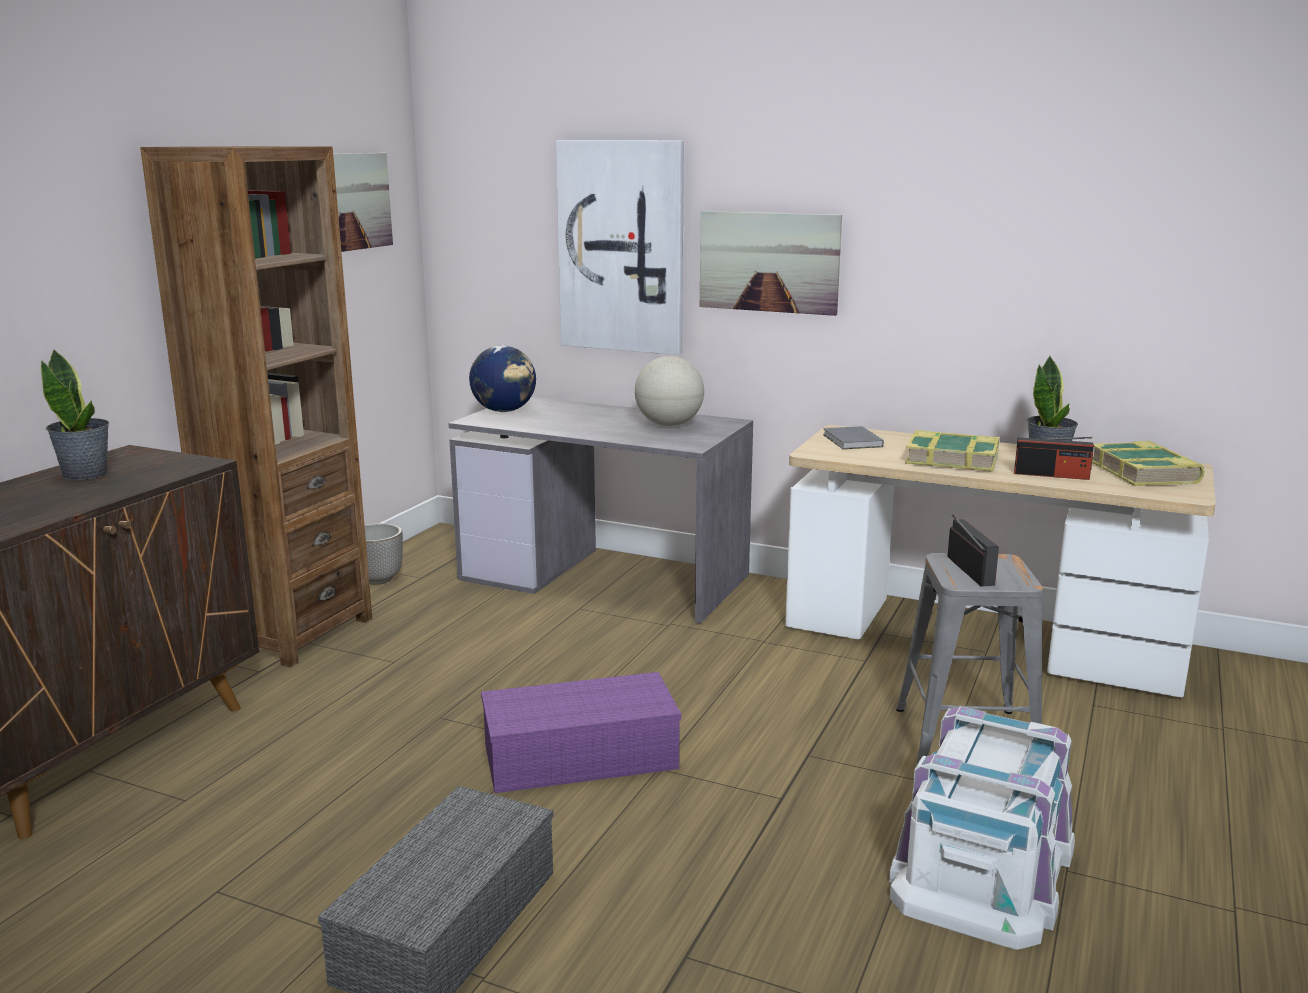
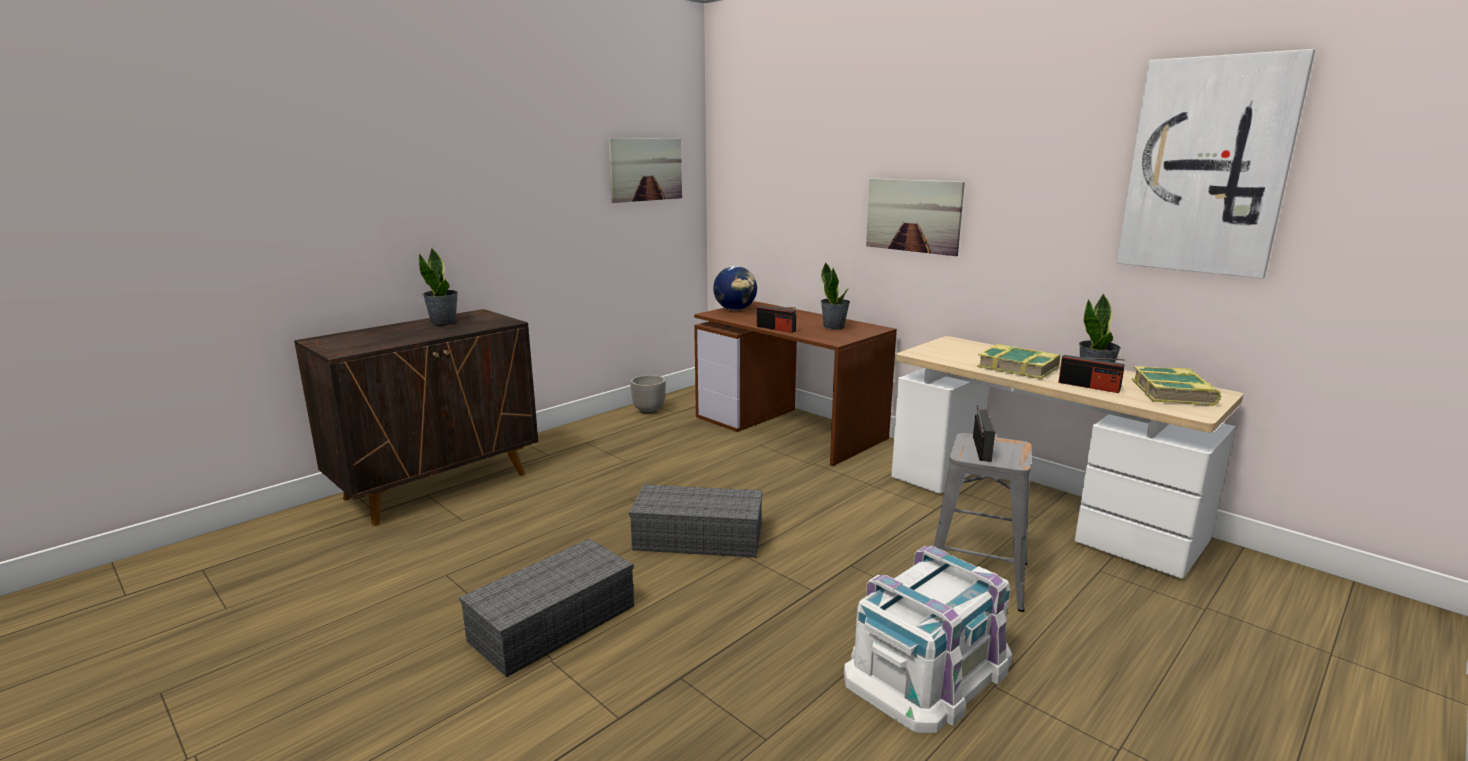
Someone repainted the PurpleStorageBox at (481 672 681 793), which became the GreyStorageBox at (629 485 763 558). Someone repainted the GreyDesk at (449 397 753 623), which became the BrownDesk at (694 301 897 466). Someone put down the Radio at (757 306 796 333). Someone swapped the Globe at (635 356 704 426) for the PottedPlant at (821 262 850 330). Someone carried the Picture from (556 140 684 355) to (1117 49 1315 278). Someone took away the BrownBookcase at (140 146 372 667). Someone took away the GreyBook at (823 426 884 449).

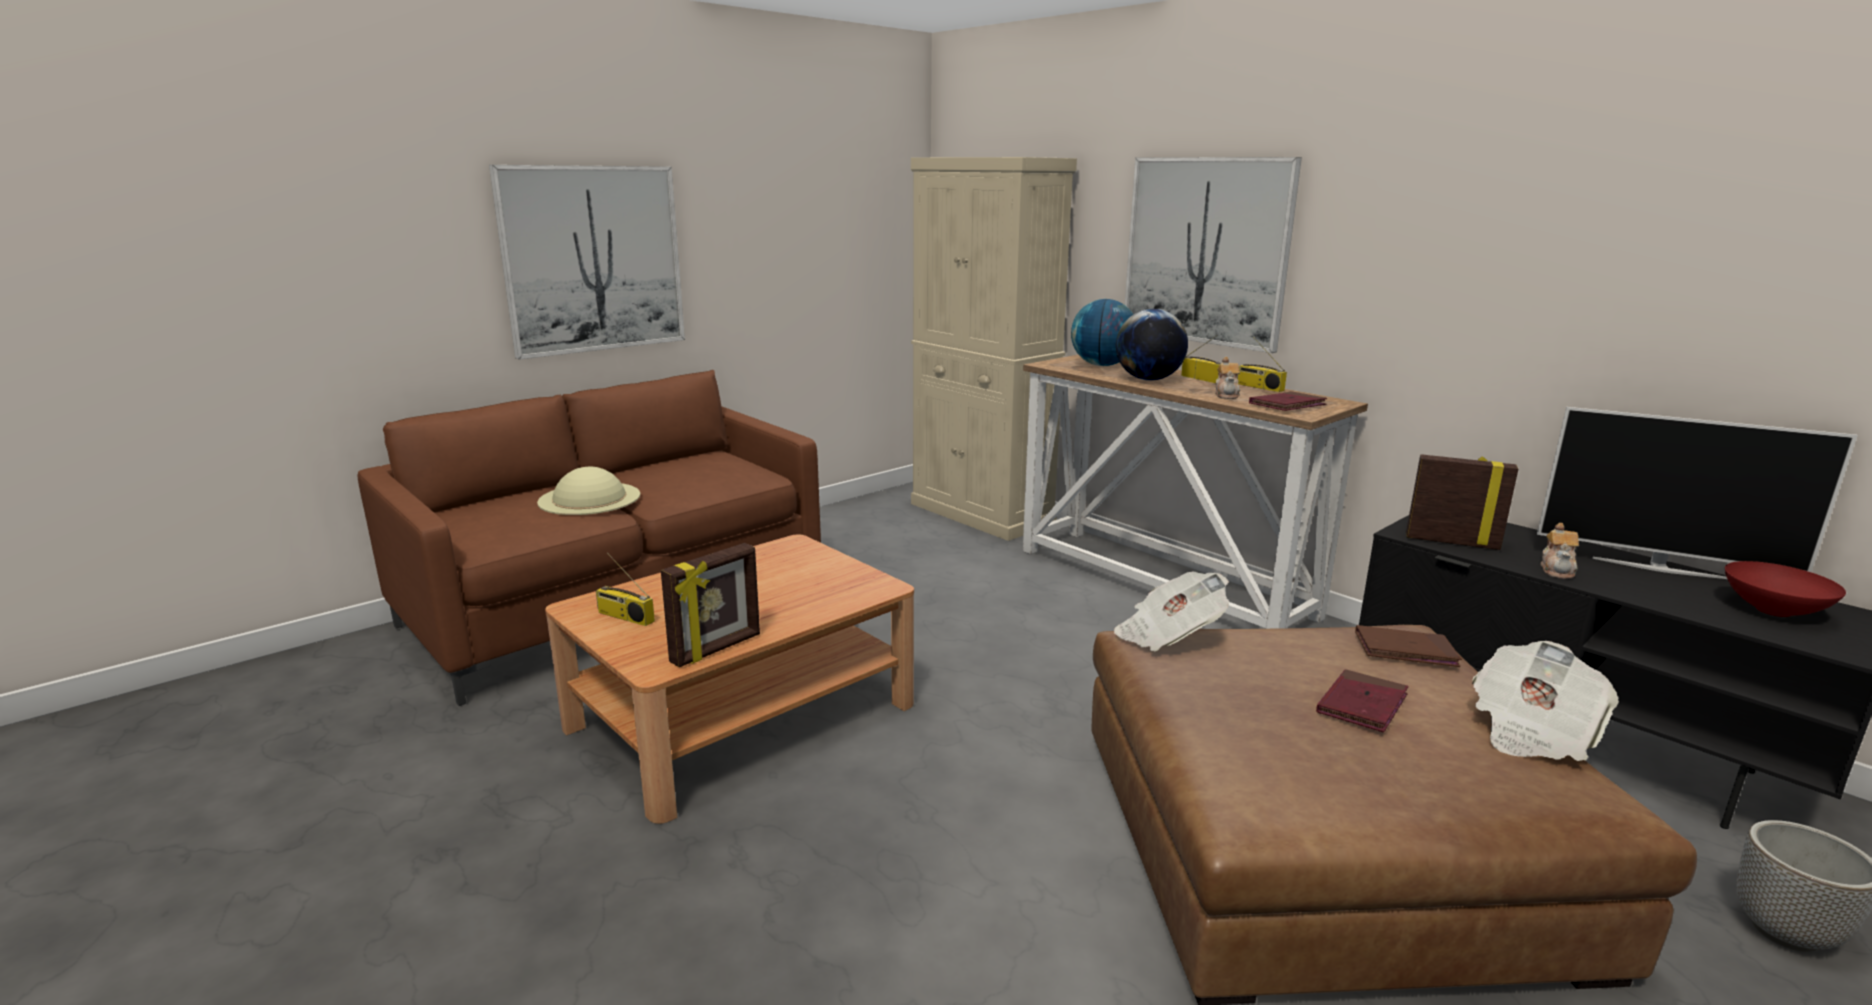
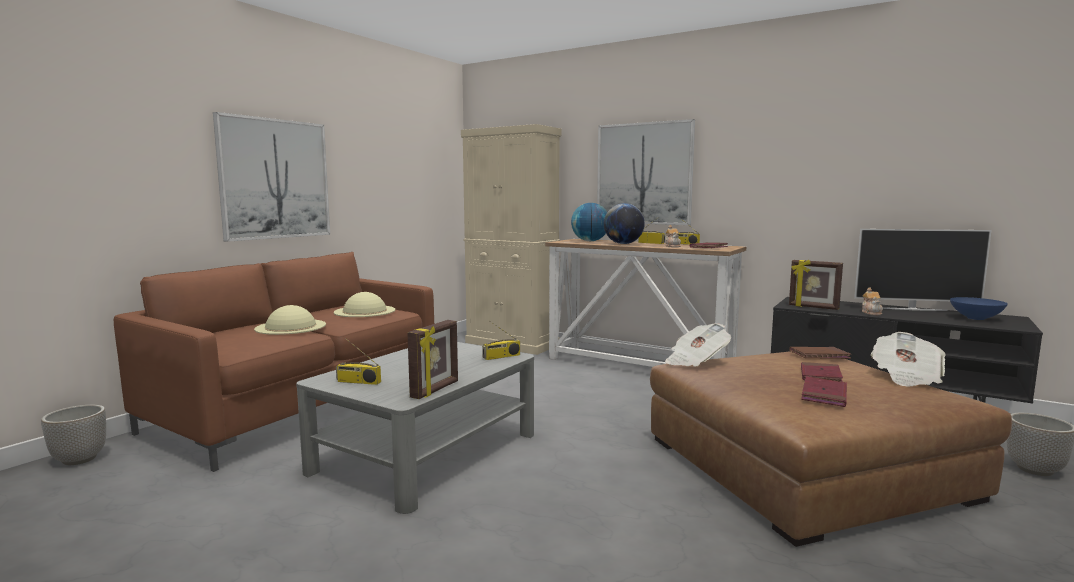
Someone put down the Planter at (41 405 106 465). Someone repainted the BrownCoffeeTable at (545 535 914 824), which became the GreyCoffeeTable at (296 342 534 514). Someone put down the BeigeHat at (334 292 395 317). Someone put down the Radio at (482 322 520 360). Someone rotated the PictureFrame at (1406 454 1518 550) by 150 degrees counterclockwise. Someone put down the RedBook at (801 376 847 407). Someone repainted the RedBowl at (1725 561 1846 617), which became the BlueBowl at (950 297 1008 320).

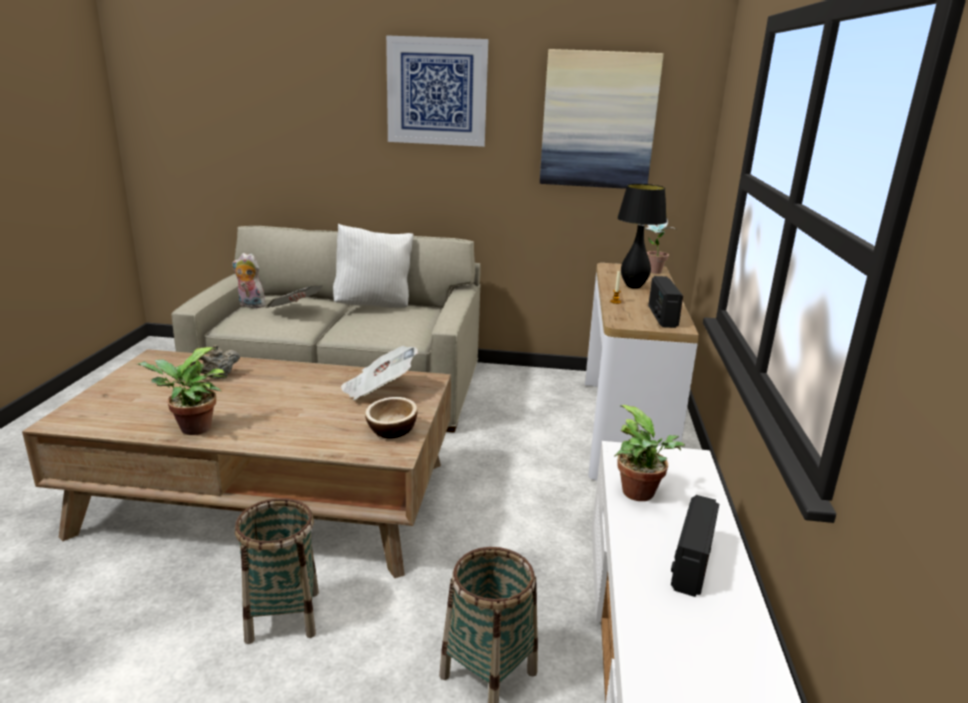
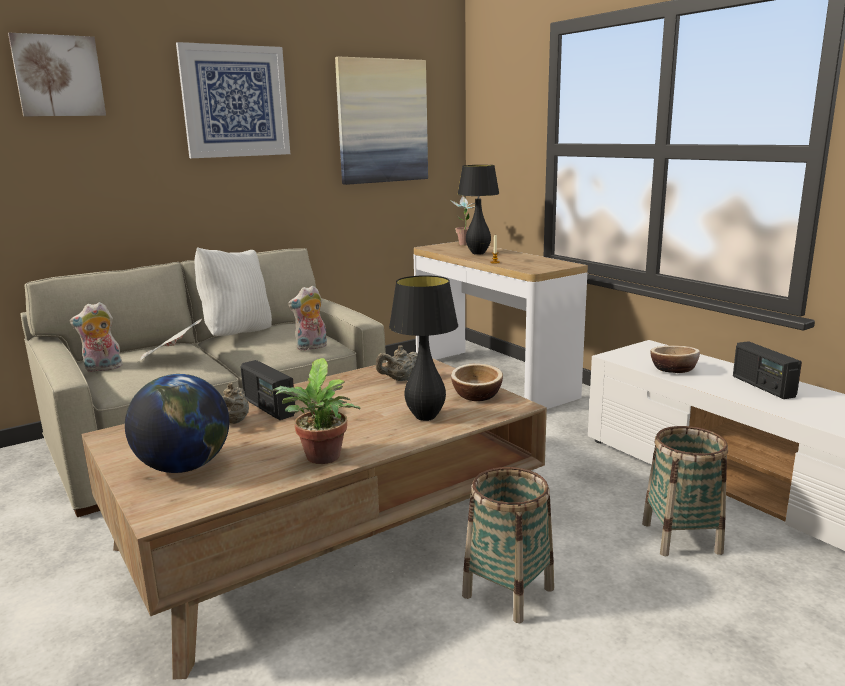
Someone put up the Picture at (8 33 106 116). Someone put down the Globe at (125 374 229 473). Someone carried the Radio from (648 276 683 328) to (240 360 295 420). Someone put down the PlushToy at (288 285 327 350). Someone swapped the Newspaper at (340 346 418 400) for the BeigeTeapot at (376 345 418 381). Someone put down the BlackTableLamp at (389 275 458 421). Someone swapped the PottedPlant at (614 405 685 501) for the Bowl at (650 345 700 373).

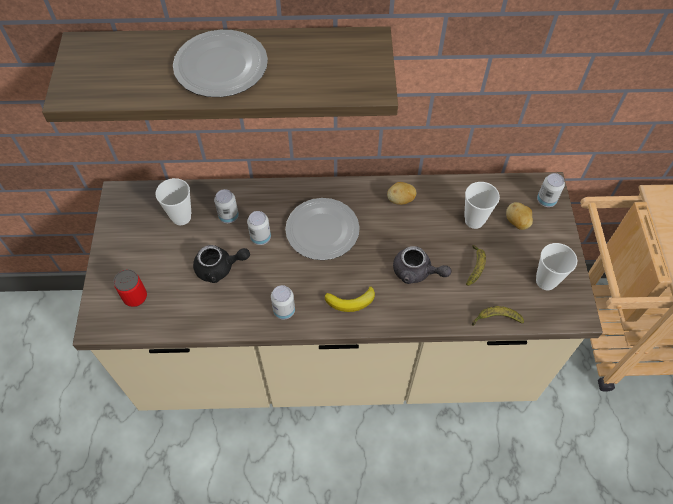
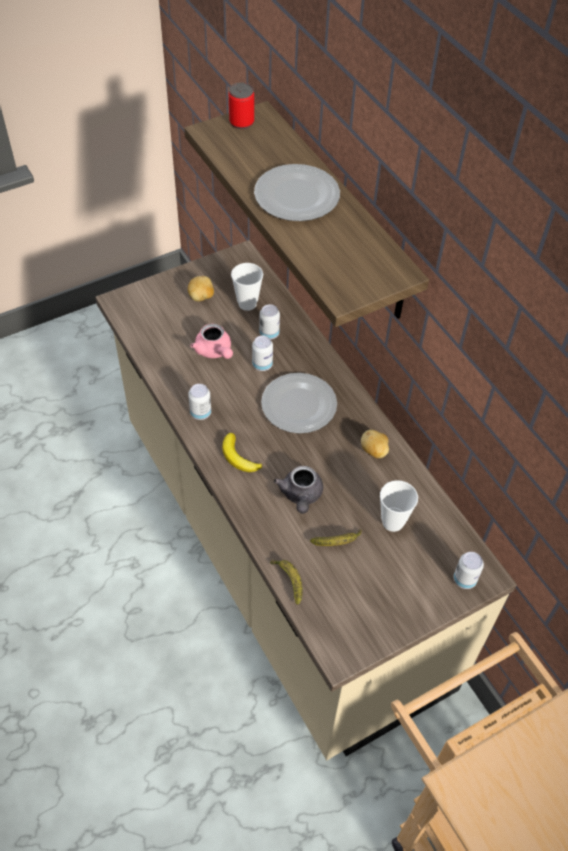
Someone carried the Potato from (506 202 533 230) to (188 276 214 301). Someone repainted the BlackTeapot at (193 245 250 283), which became the PinkTeapot at (190 323 233 359). Someone carried the Can from (114 269 147 307) to (229 83 254 129). Someone took away the Cup at (536 243 577 290).

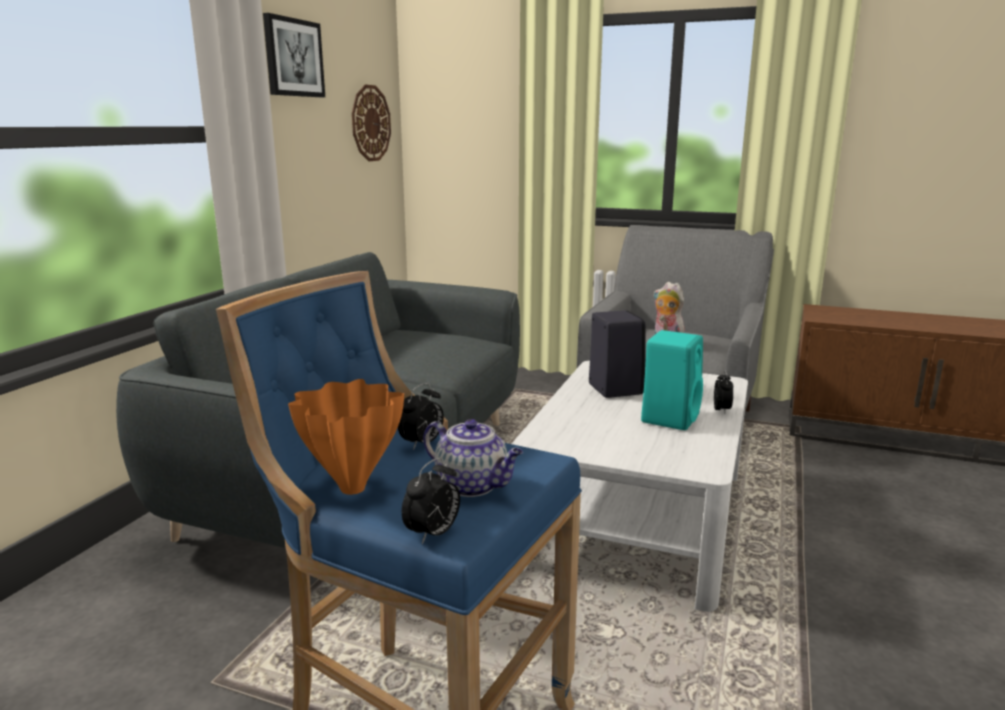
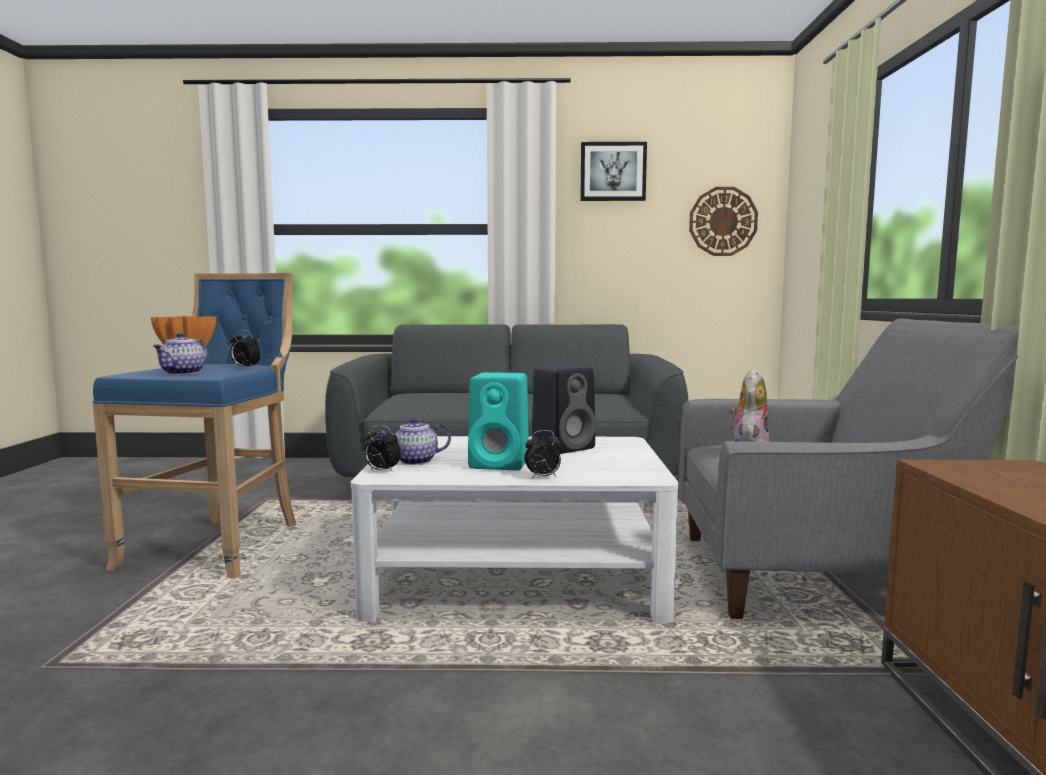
Someone carried the AlarmClock from (402 458 460 544) to (364 425 401 472). Someone put down the Teapot at (377 418 451 465).

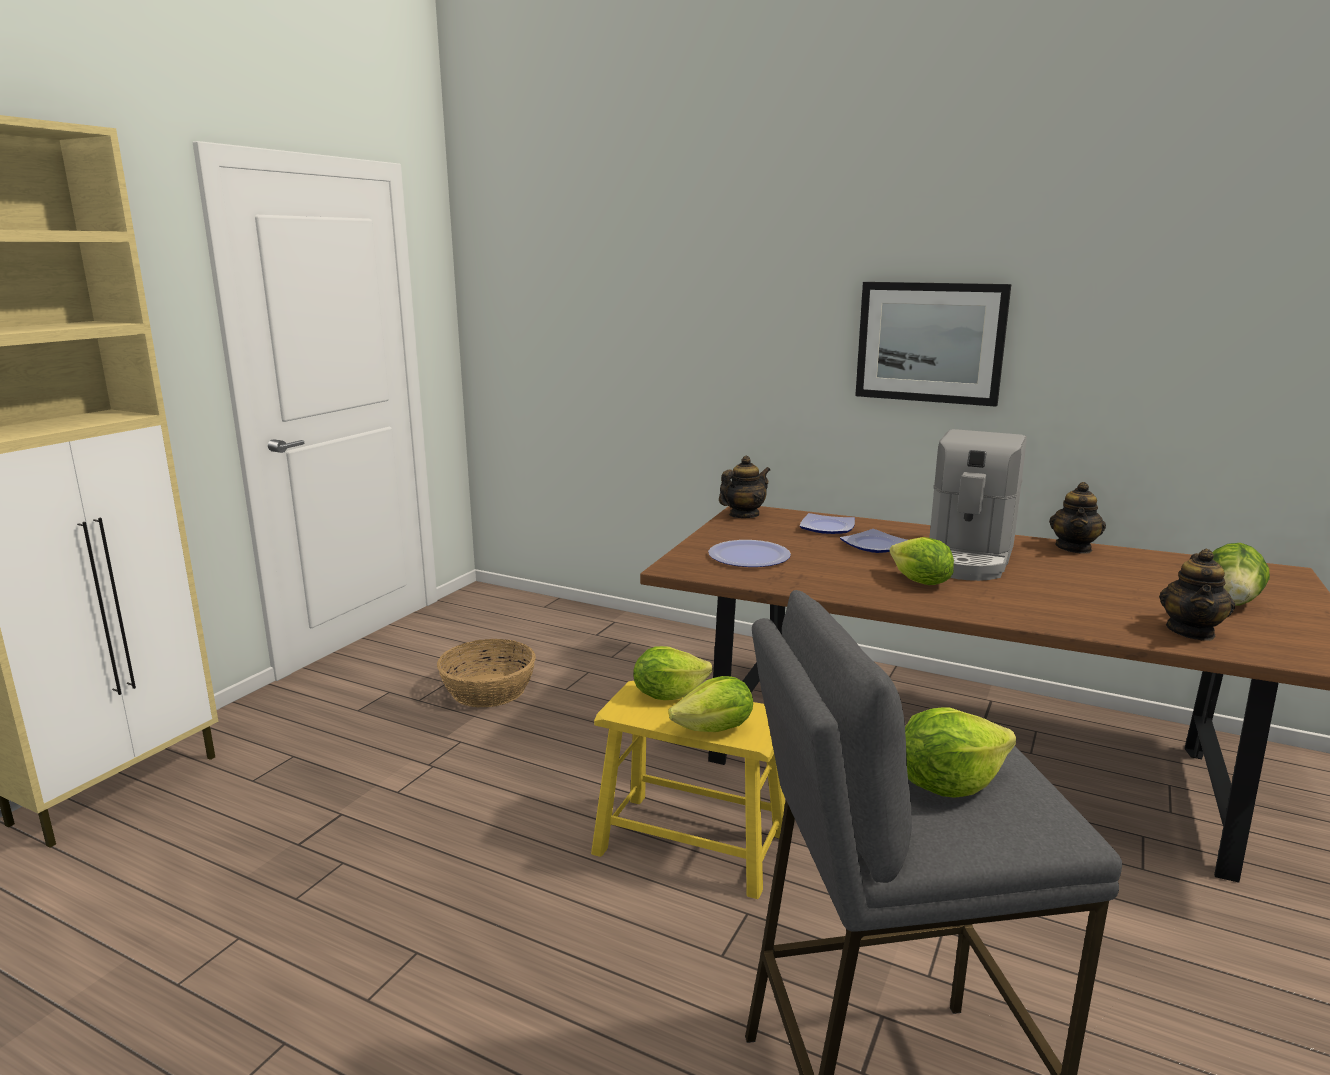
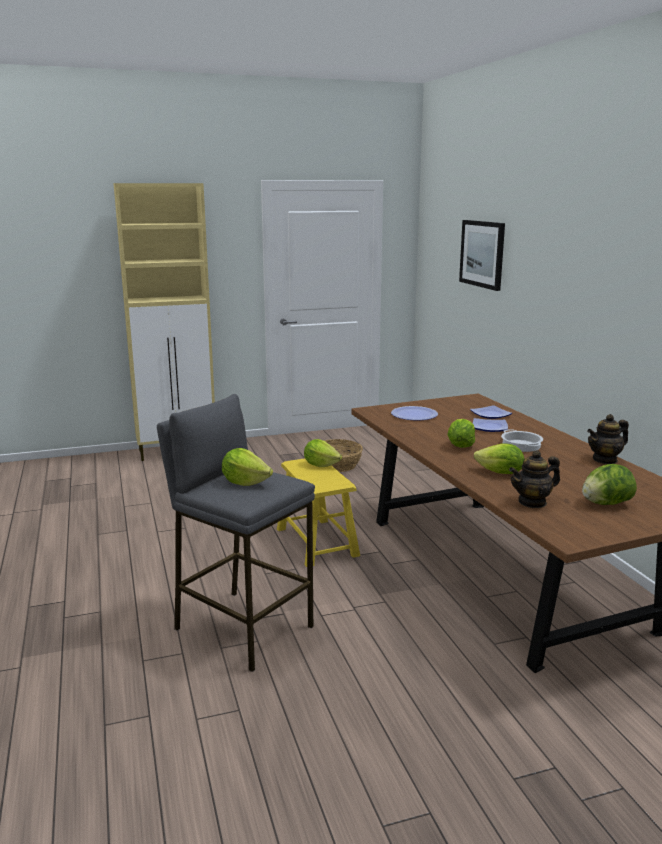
Someone carried the Picture from (855 282 1011 407) to (459 220 505 291). Someone carried the Lettuce from (669 676 753 732) to (474 444 525 474). Someone swapped the CoffeeMachine at (929 429 1027 581) for the CookingPot at (501 429 543 452). Someone took away the Teapot at (719 456 770 518).

